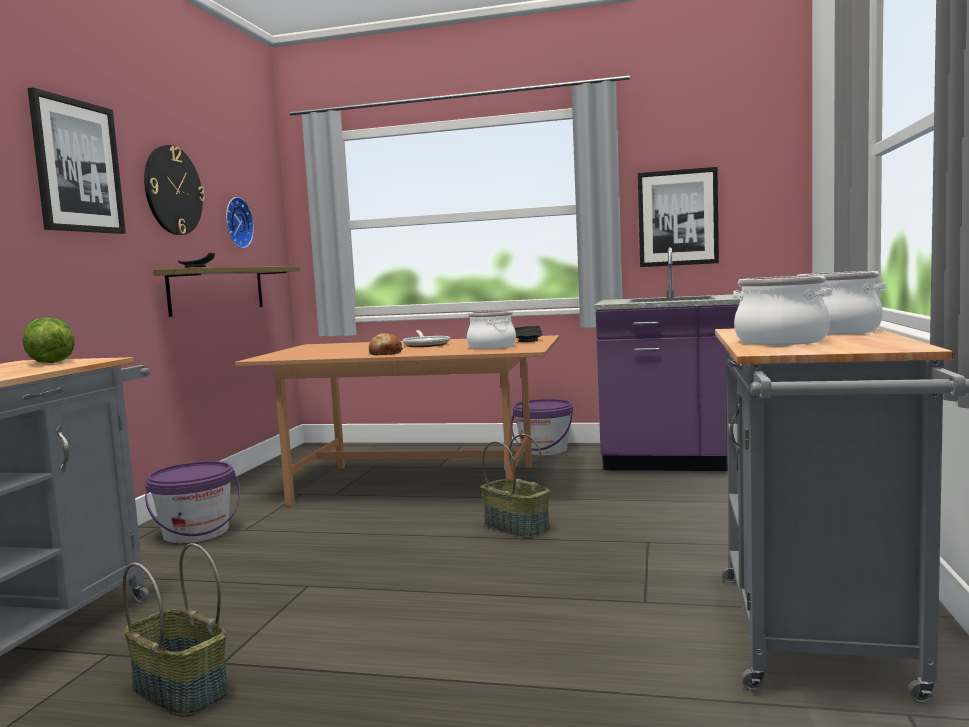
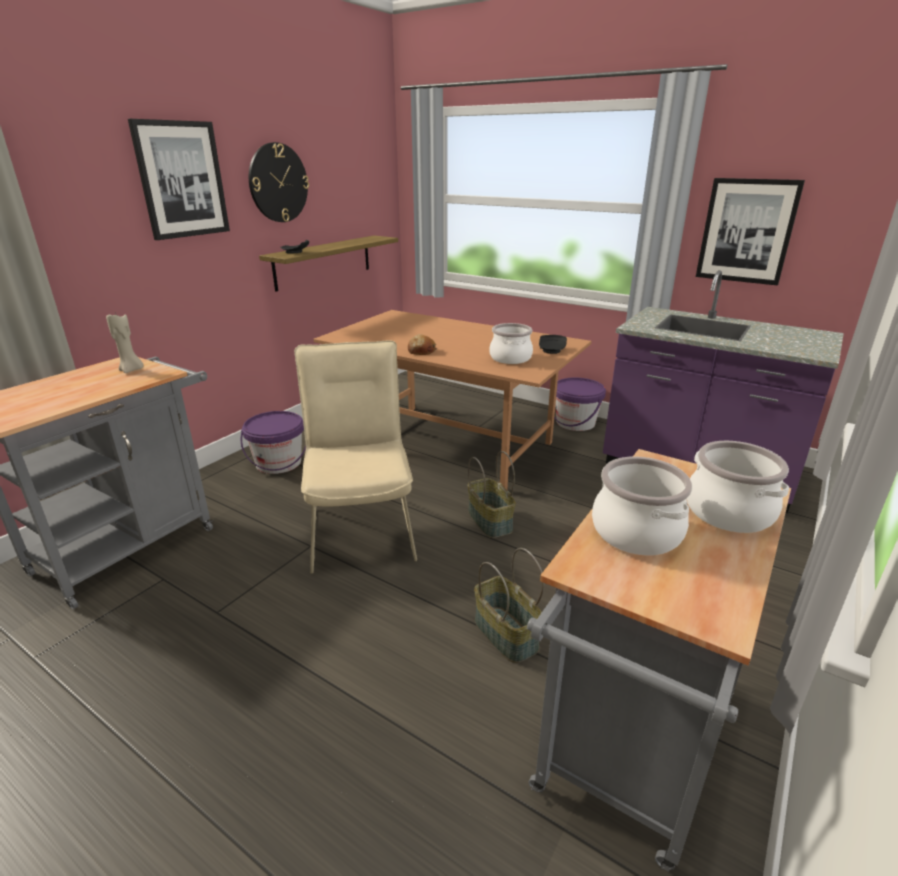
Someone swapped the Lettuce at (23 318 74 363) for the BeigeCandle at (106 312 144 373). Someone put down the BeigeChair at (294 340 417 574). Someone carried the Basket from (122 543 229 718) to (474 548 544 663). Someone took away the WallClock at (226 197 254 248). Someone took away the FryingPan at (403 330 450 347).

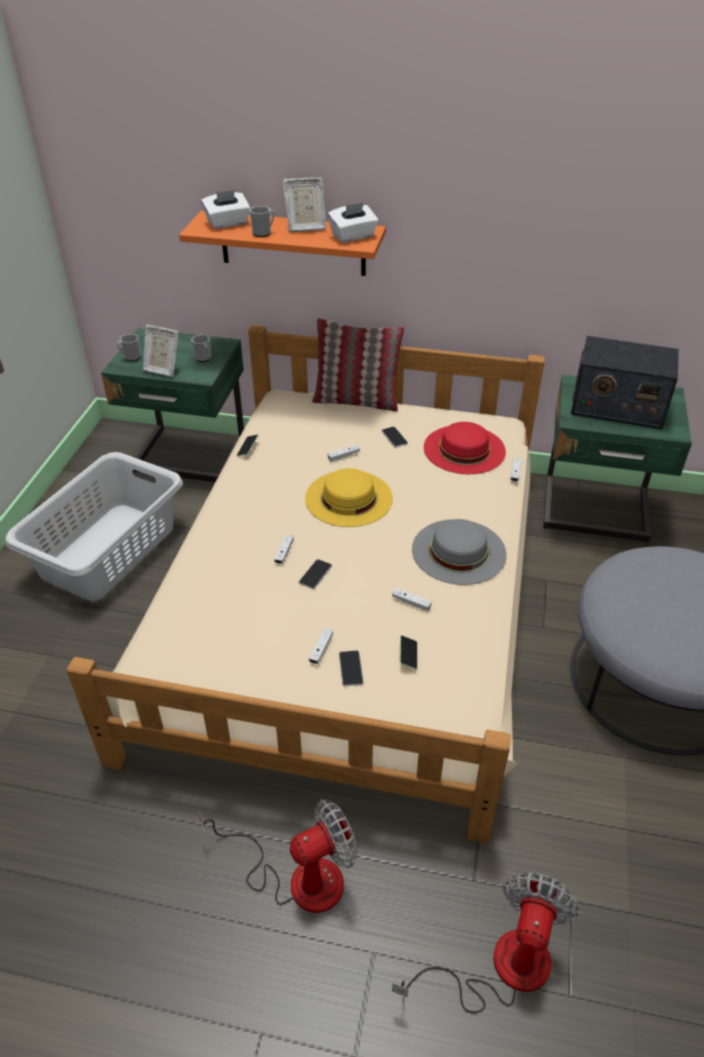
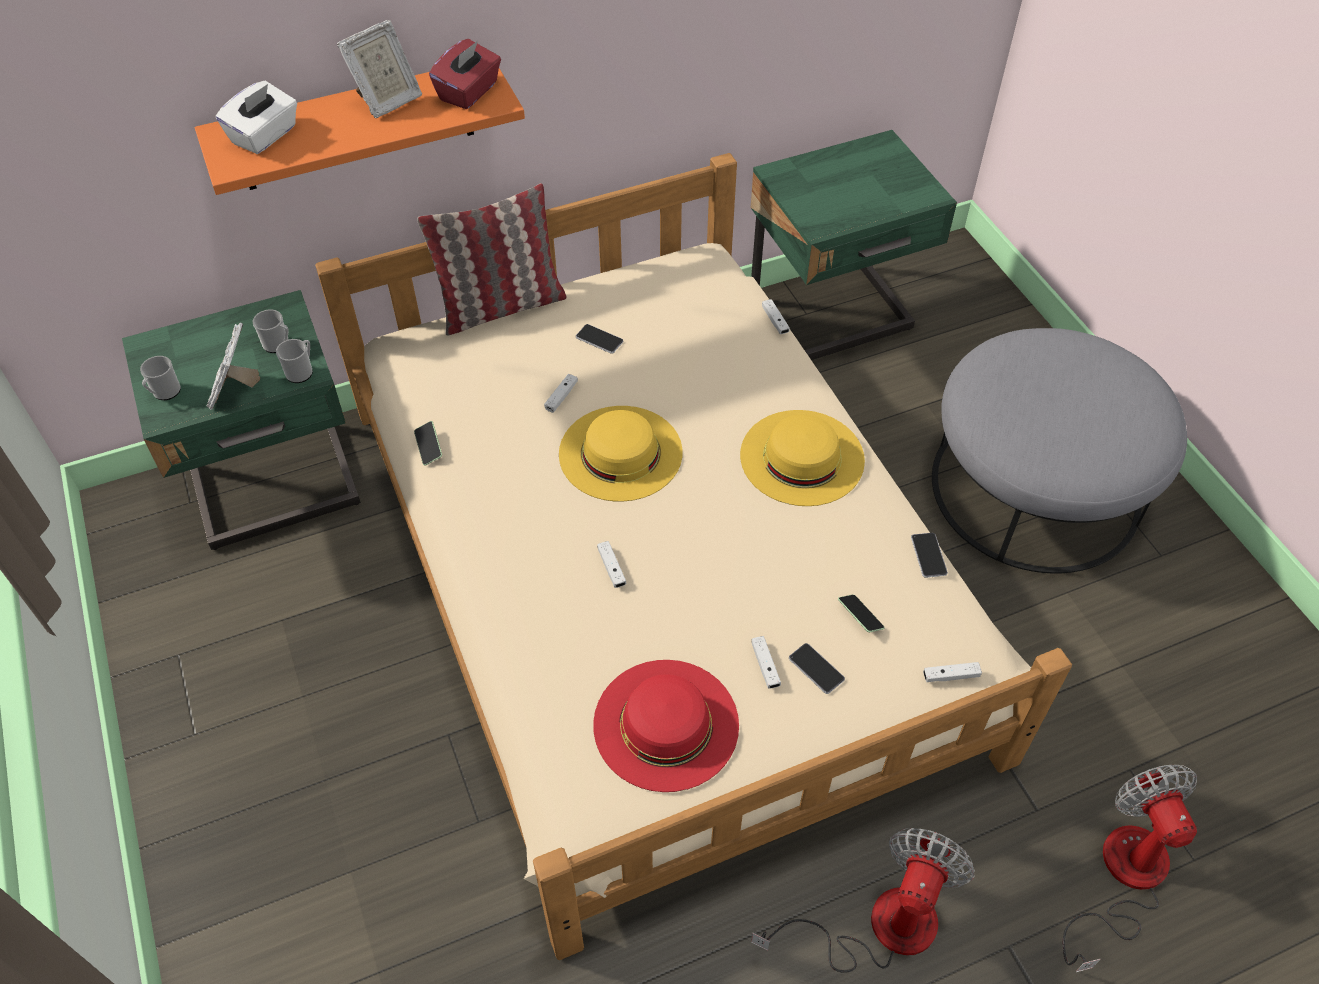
Someone rotated the PictureFrame at (143 325 179 377) by 105 degrees clockwise. Someone carried the Mug from (250 206 275 237) to (276 339 313 383). Someone repainted the WhiteTissueBox at (328 203 378 243), which became the RedTissueBox at (429 39 501 109). Someone carried the RedHat from (424 422 506 474) to (593 660 739 792). Someone repainted the GreyHat at (412 519 507 585), which became the YellowHat at (740 410 865 506). Someone carried the Phone from (299 559 332 589) to (911 533 948 578). Someone carried the WhiteGameController from (392 588 432 611) to (923 662 982 682). Someone took away the GreyLaundryBasket at (5 452 183 601). Someone took away the Radio at (571 336 679 429).

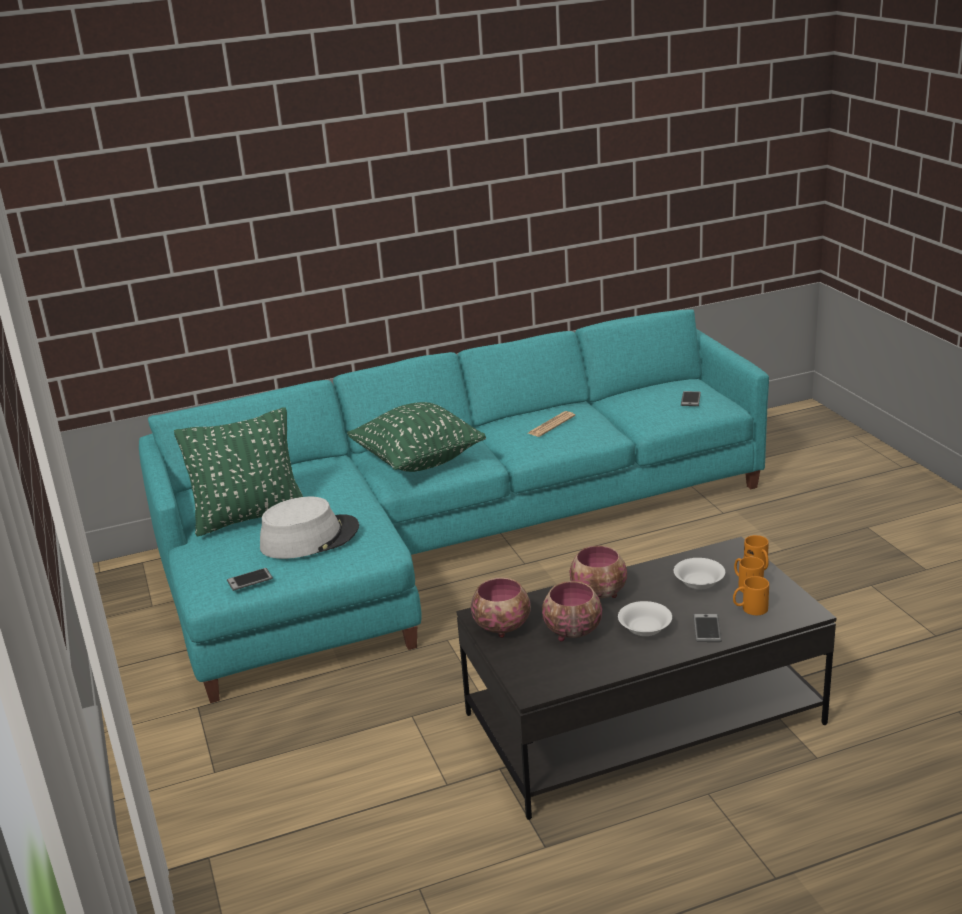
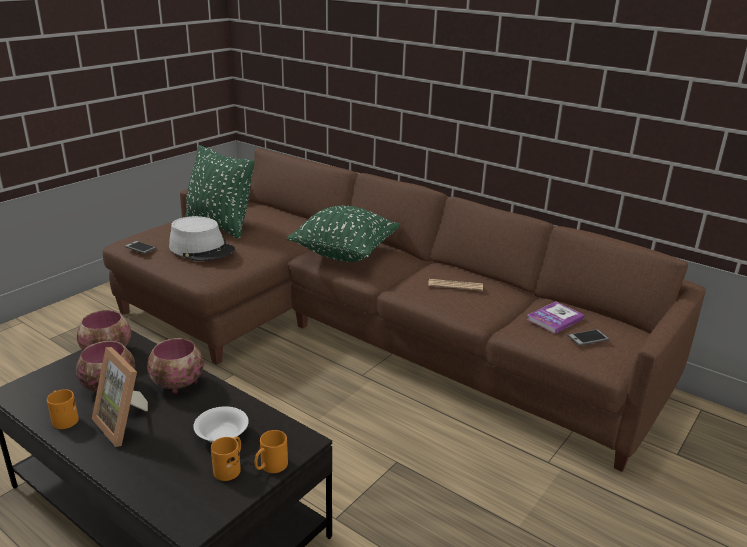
Someone carried the OrangeMug from (733 576 769 615) to (47 389 79 429). Someone swapped the WhiteBowl at (618 601 672 636) for the PictureFrame at (92 347 148 447). Someone repainted the TurquoiseSofa at (139 309 769 703), which became the BrownSofa at (103 148 706 472). Someone put down the Book at (527 302 585 334). Someone took away the Phone at (693 614 722 642).

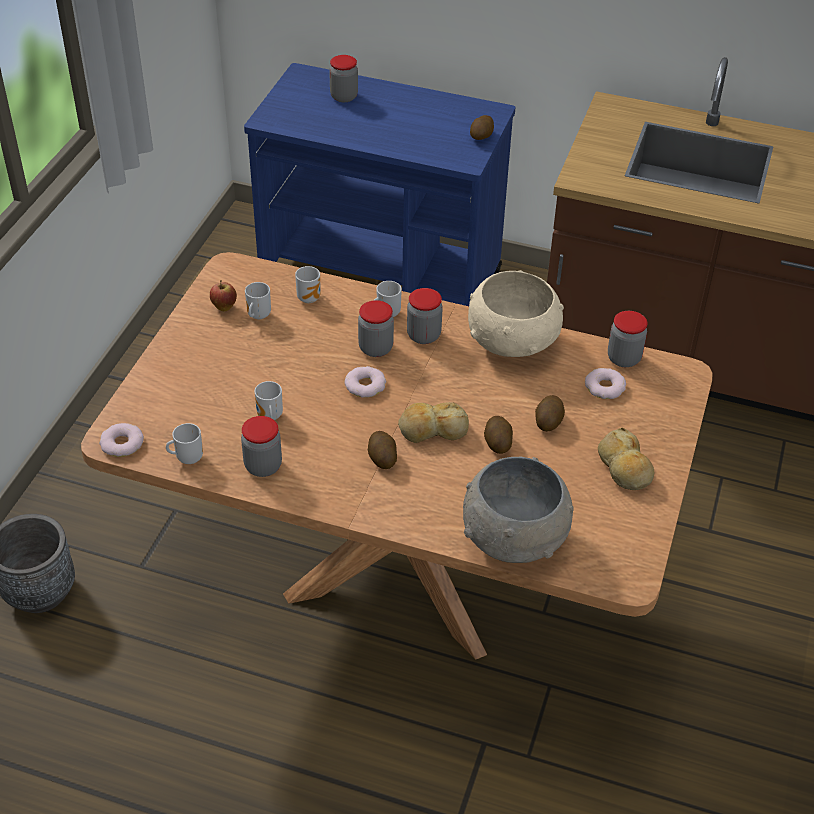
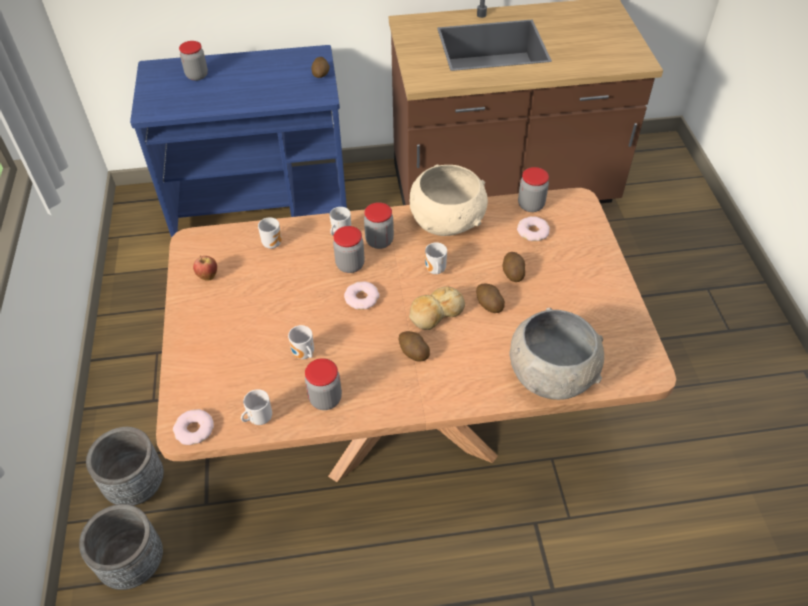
Someone put down the GreyPlanter at (86 427 164 506). Someone carried the Mug from (245 282 271 319) to (425 242 447 274). Someone took away the Bread at (598 428 654 490).

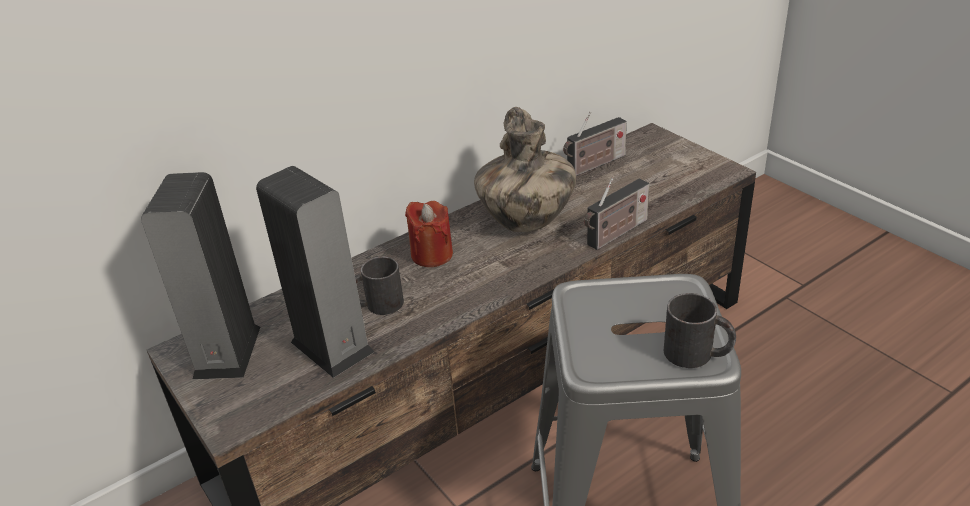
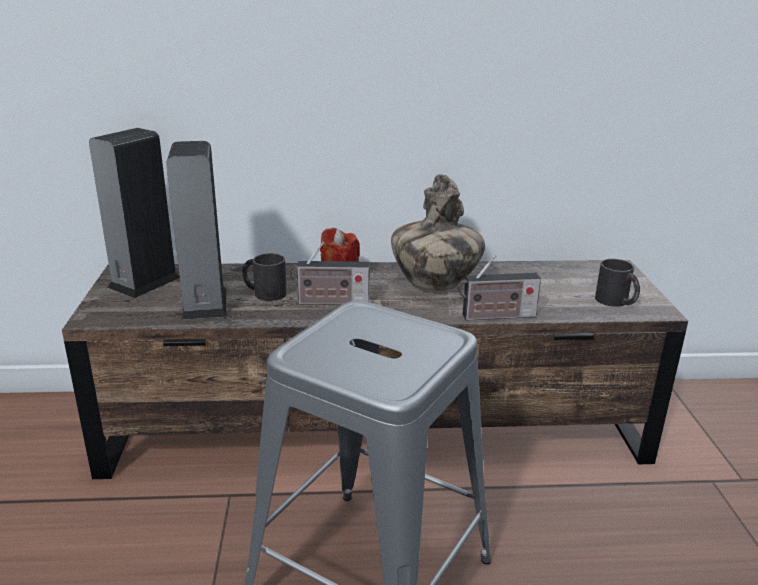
Someone carried the Radio from (563 112 627 176) to (290 242 370 305). Someone carried the BlackMug from (664 293 736 368) to (595 259 640 307).

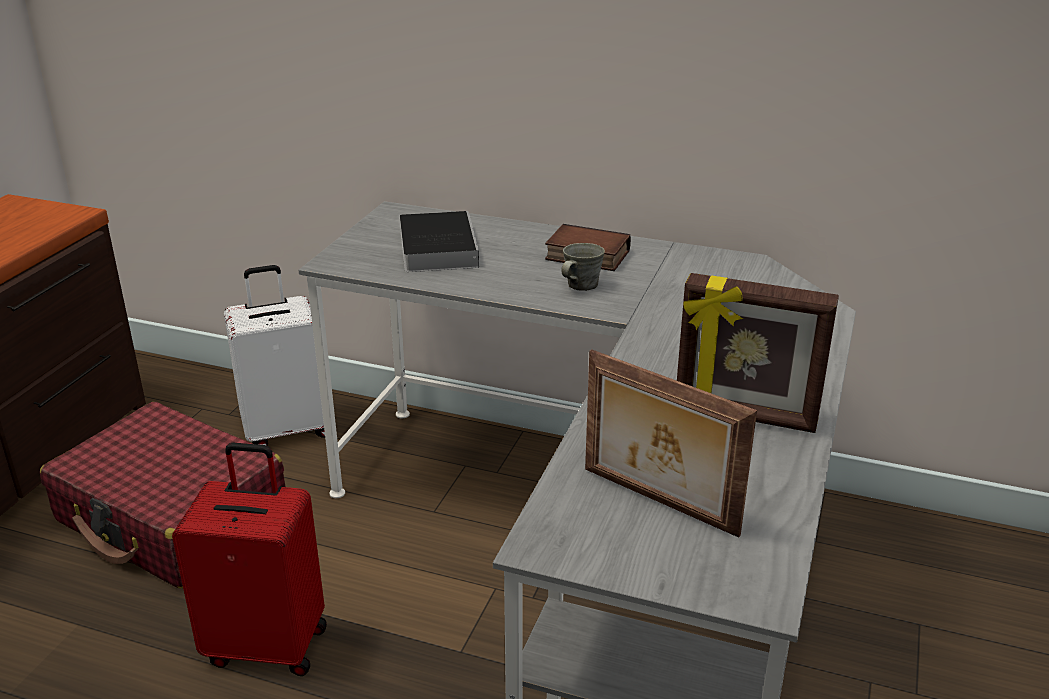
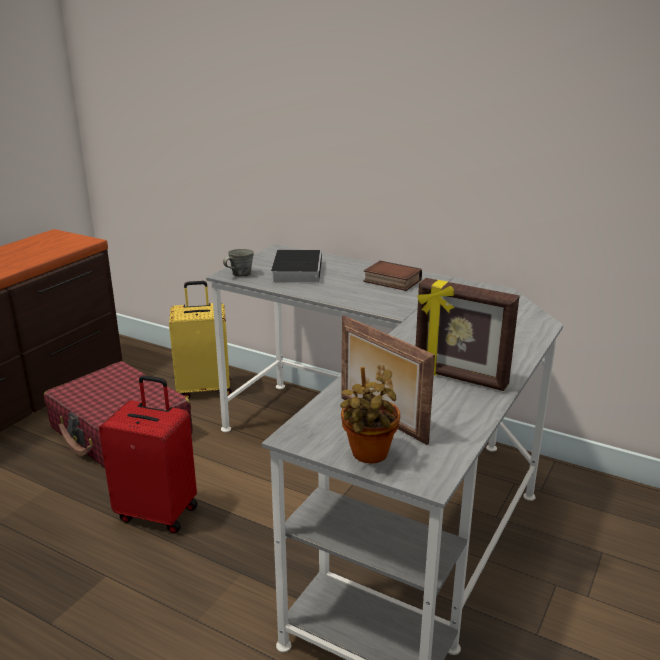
Someone repainted the WhiteSuitcase at (224 265 325 446), which became the YellowSuitcase at (169 281 232 399). Someone carried the GreyMug from (561 243 605 291) to (223 249 254 276). Someone put down the PottedPlant at (340 367 400 463).

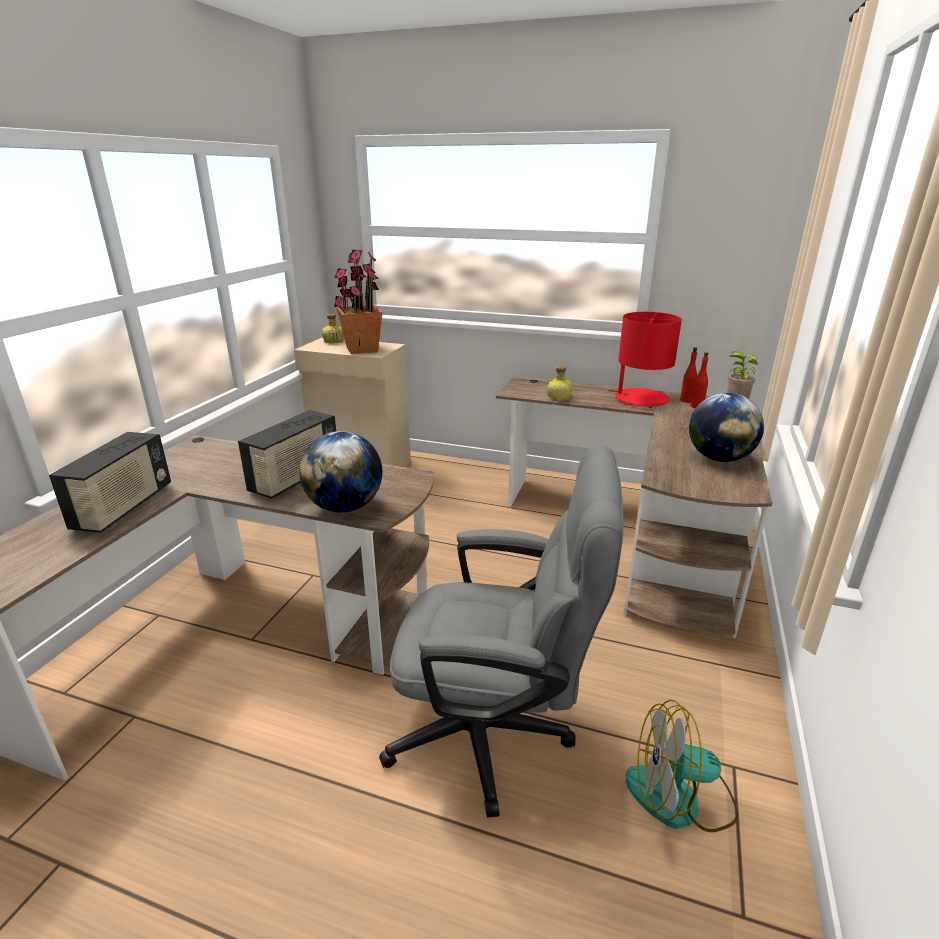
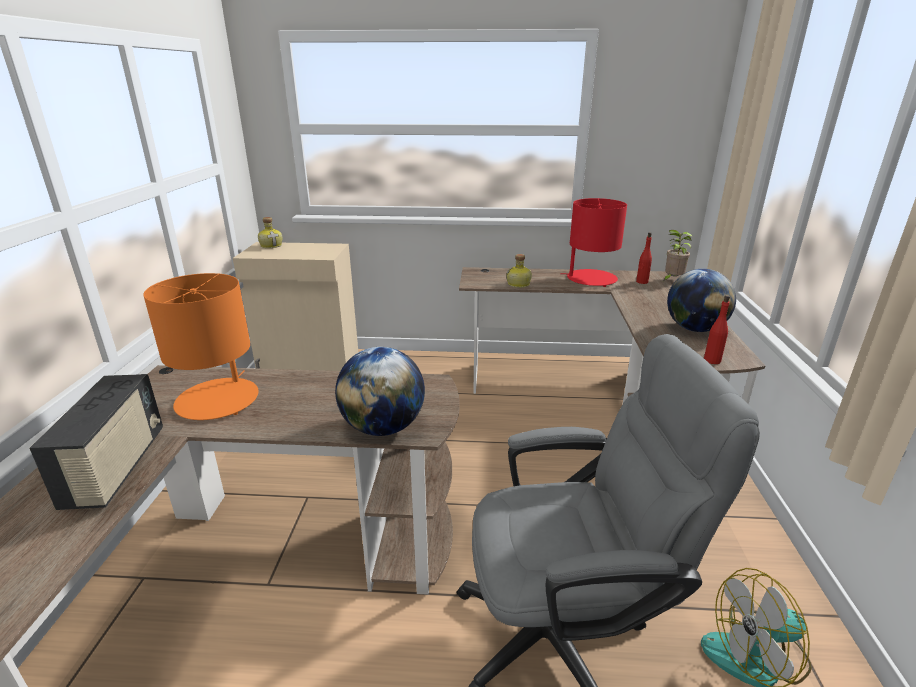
Someone put down the OrangeTableLamp at (144 273 259 420). Someone carried the RedBottle from (680 347 697 403) to (704 295 730 364). Someone took away the Radio at (238 410 336 499). Someone took away the PottedPlant at (334 250 383 354).

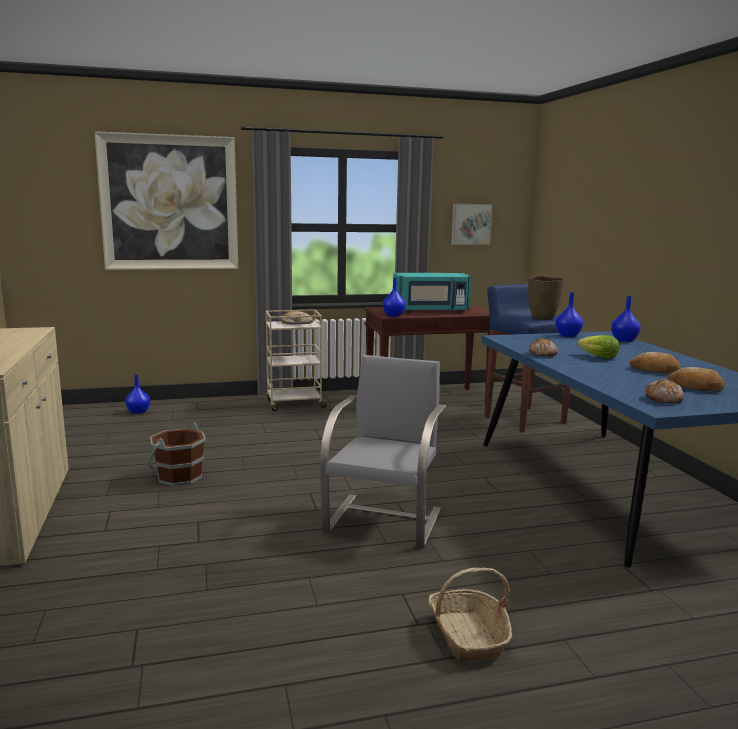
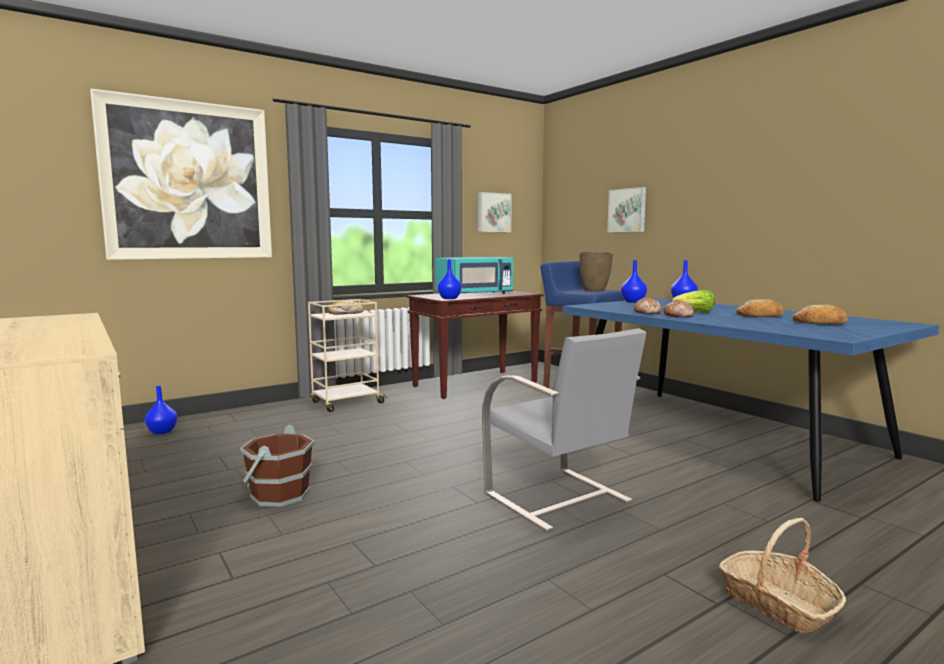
Someone rotated the GreyChair at (320 355 446 547) by 150 degrees clockwise. Someone put up the Picture at (607 187 646 232). Someone carried the Bread from (645 379 684 403) to (663 300 694 317).

